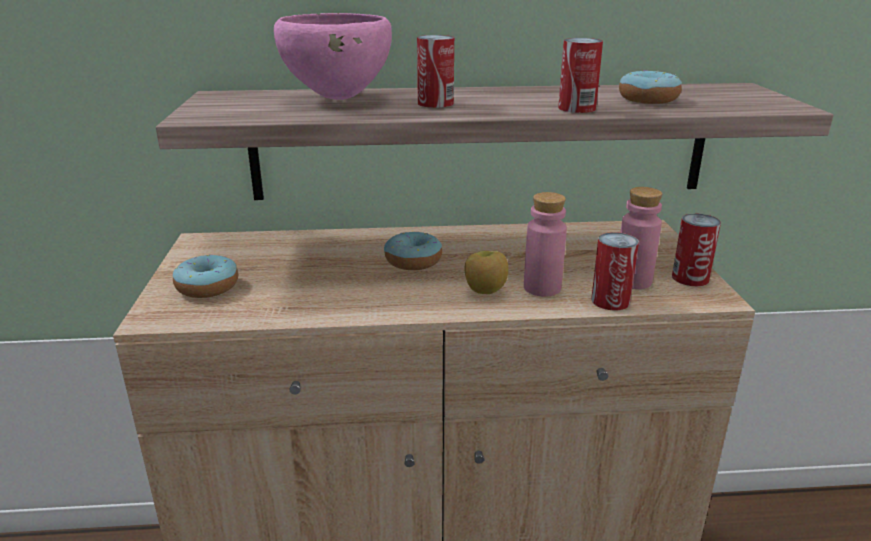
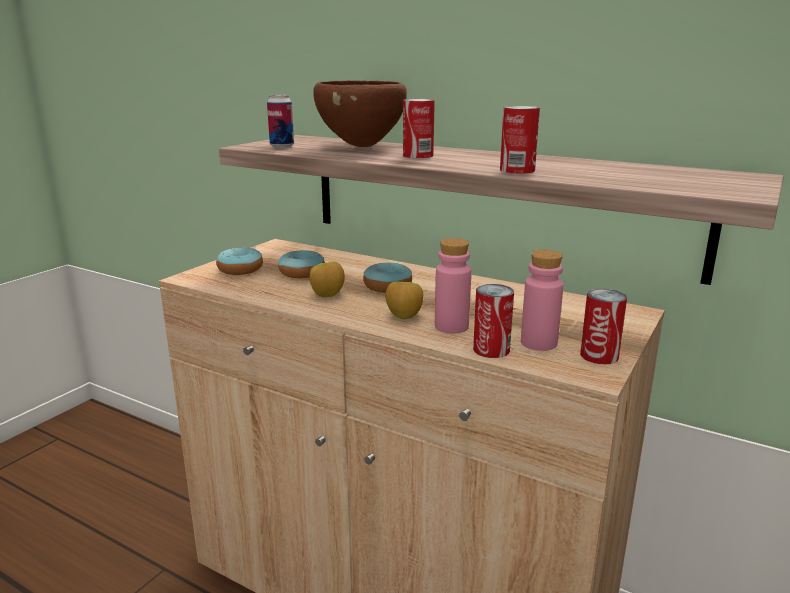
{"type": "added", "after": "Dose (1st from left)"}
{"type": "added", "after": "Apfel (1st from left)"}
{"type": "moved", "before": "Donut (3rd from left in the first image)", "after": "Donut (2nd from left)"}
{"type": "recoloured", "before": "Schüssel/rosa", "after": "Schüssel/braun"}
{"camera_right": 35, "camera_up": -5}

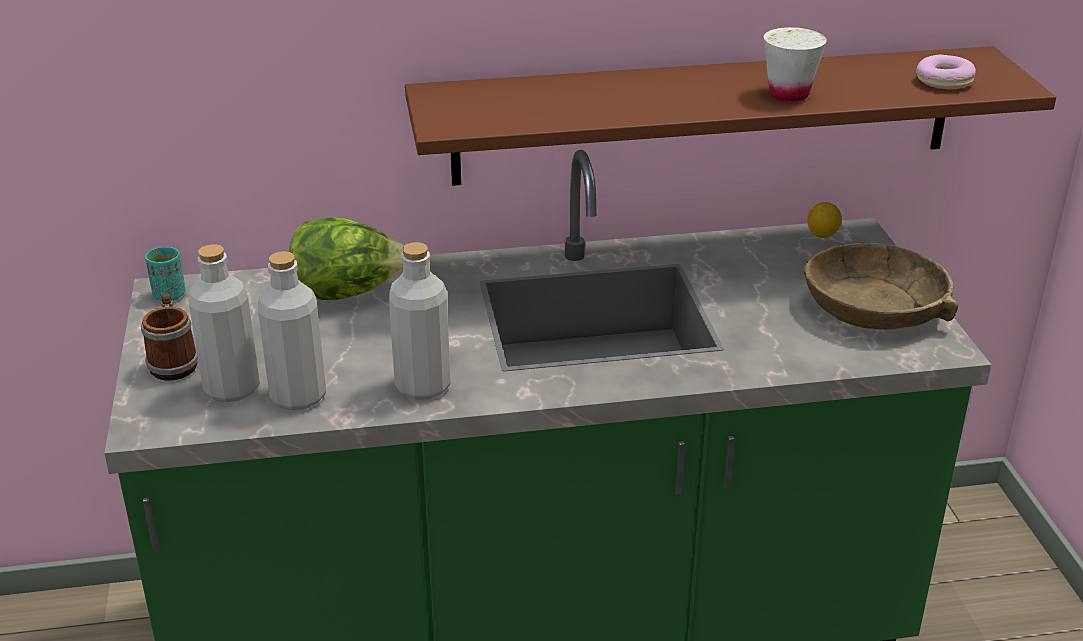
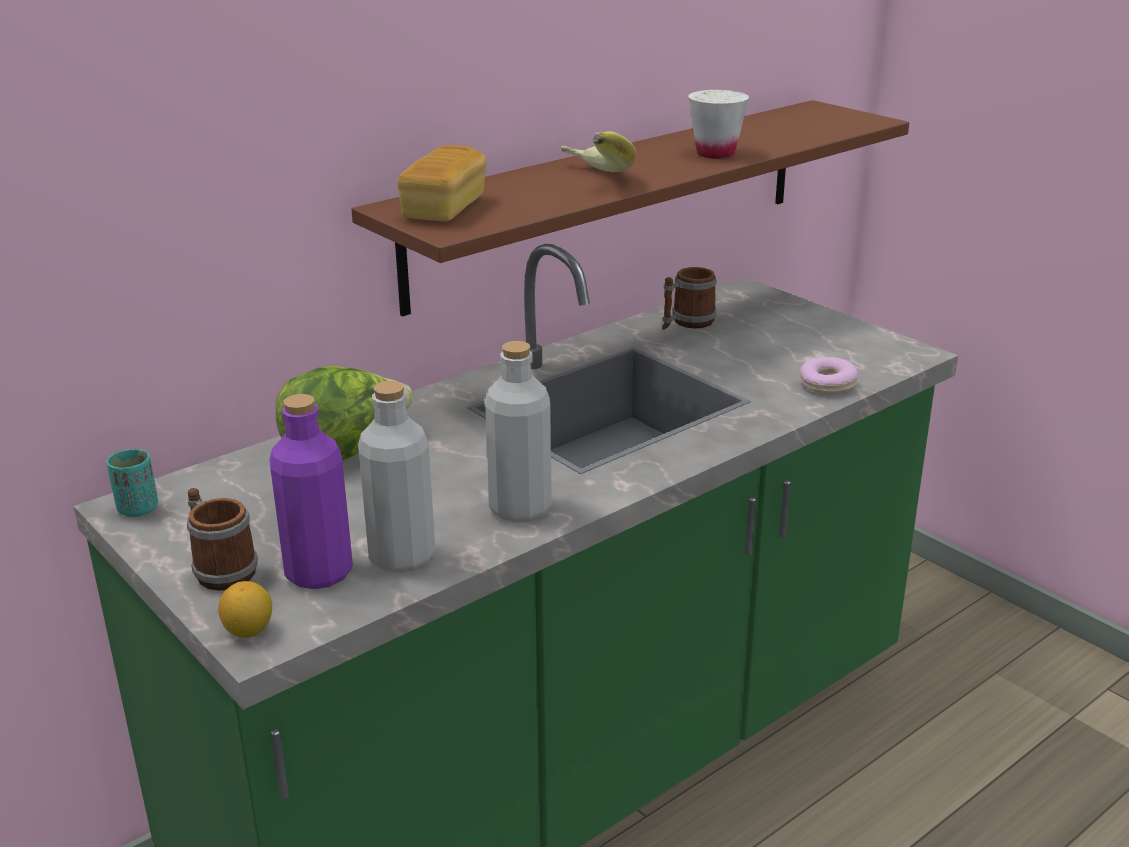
{"type": "removed", "before": "Schüssel/braun"}
{"type": "added", "after": "Brot"}
{"type": "added", "after": "Banane"}
{"type": "added", "after": "Henkelbecher (2nd from left)"}
{"type": "moved", "before": "Zitrone"}
{"type": "moved", "before": "Donut"}
{"type": "recoloured", "before": "Flasche/grau (1st from left)", "after": "Flasche/lila"}
{"camera_right": -30, "camera_up": -5}

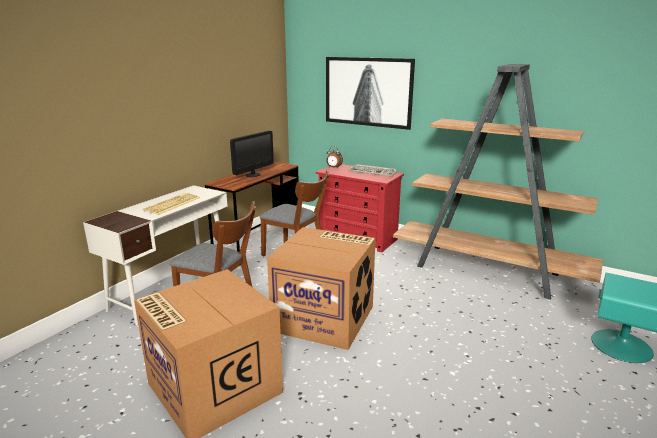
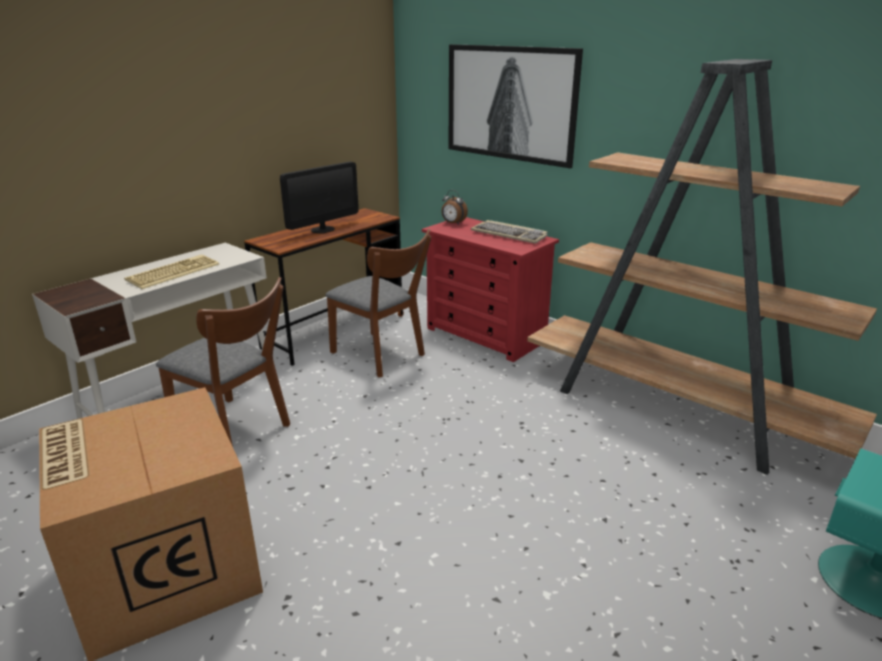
{"type": "removed", "before": "Karton (2nd from left)"}
{"camera_right": 10, "camera_up": 5}

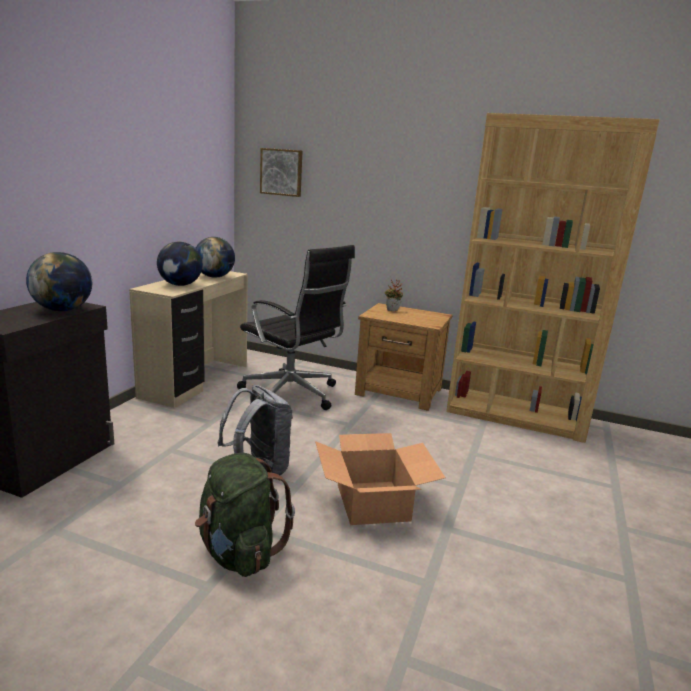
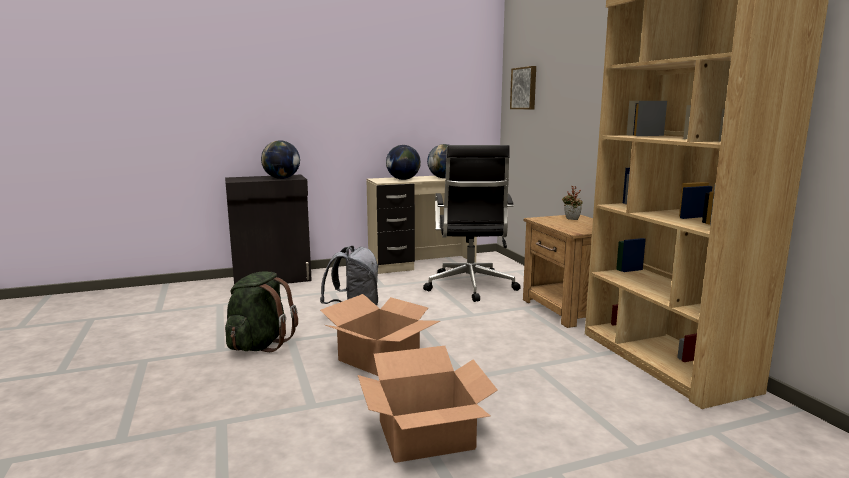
{"type": "added", "after": "Karton (2nd from left)"}
{"camera_right": 50, "camera_up": -5}

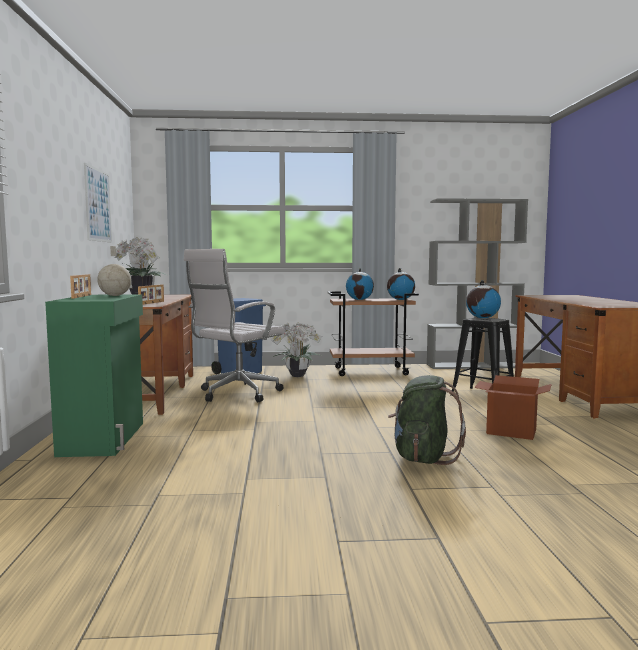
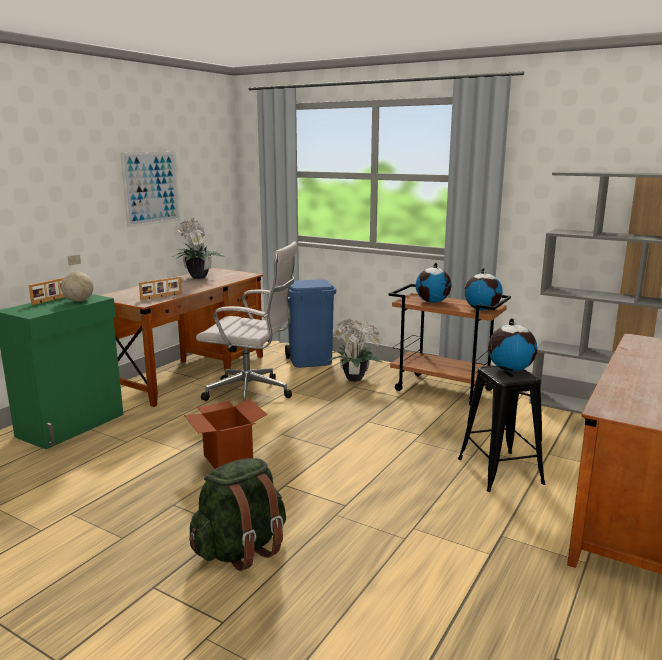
{"type": "moved", "before": "Karton"}
{"type": "turned", "before": "Bürostuhl/weiß", "turn": -150}
{"camera_right": 35, "camera_up": 10}

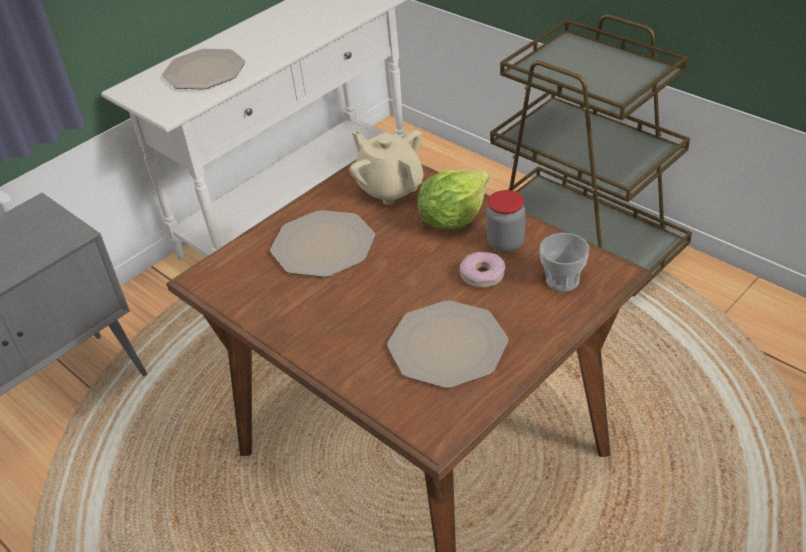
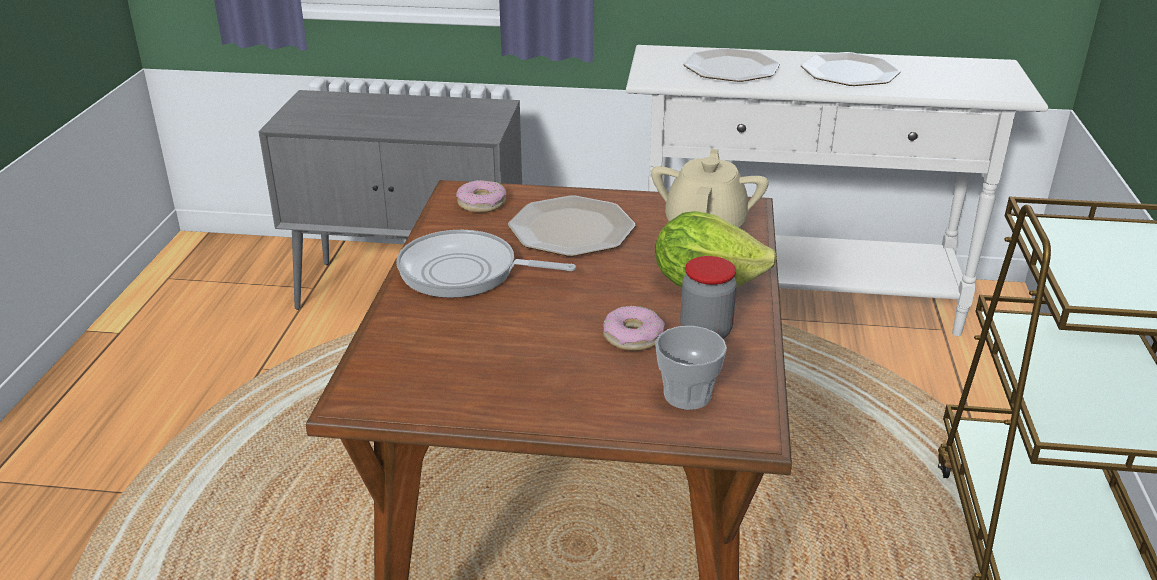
{"type": "added", "after": "Pfanne"}
{"type": "added", "after": "Donut (1st from left)"}
{"type": "moved", "before": "Teller (3rd from left)"}
{"camera_right": 50, "camera_up": -10}

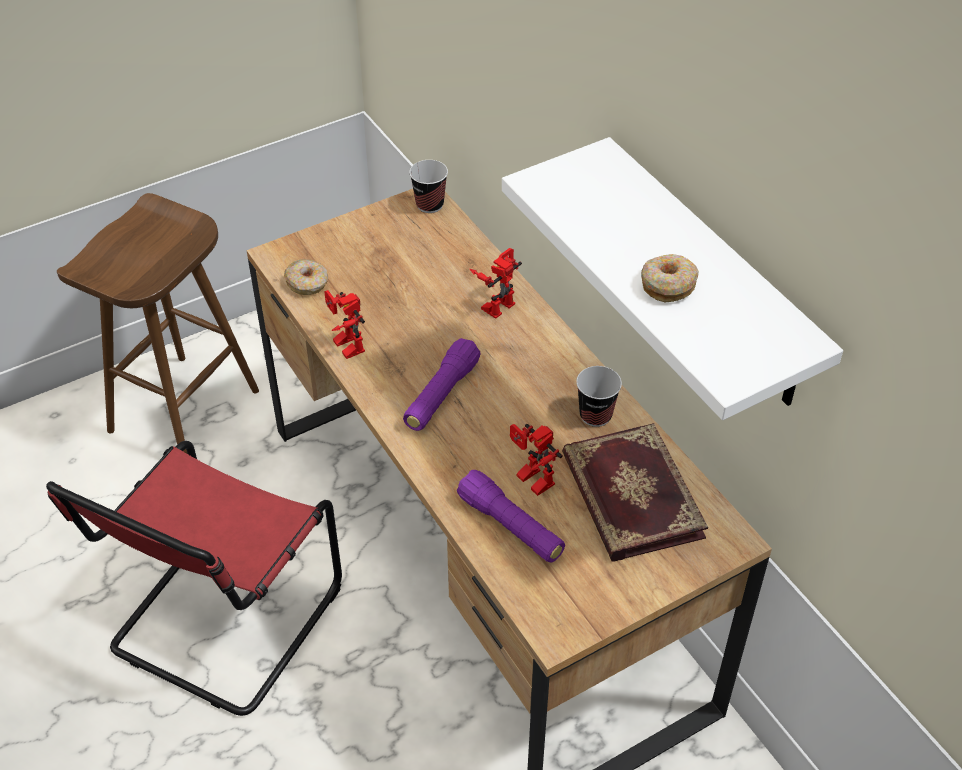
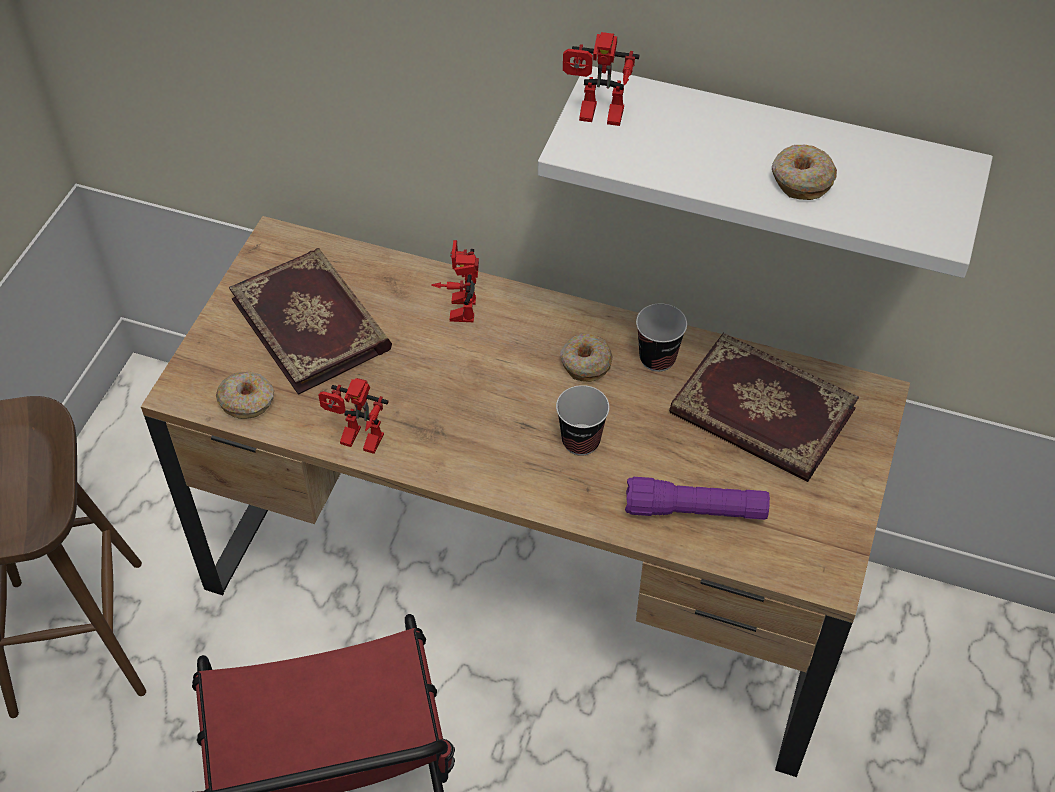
{"type": "removed", "before": "Taschenlampe/lila (1st from left)"}
{"type": "added", "after": "Buch (1st from left)"}
{"type": "added", "after": "Donut (2nd from left)"}
{"type": "moved", "before": "Tasse (1st from left)"}
{"type": "moved", "before": "Spielzeugroboter (3rd from left)"}
{"camera_right": -40, "camera_up": 5}

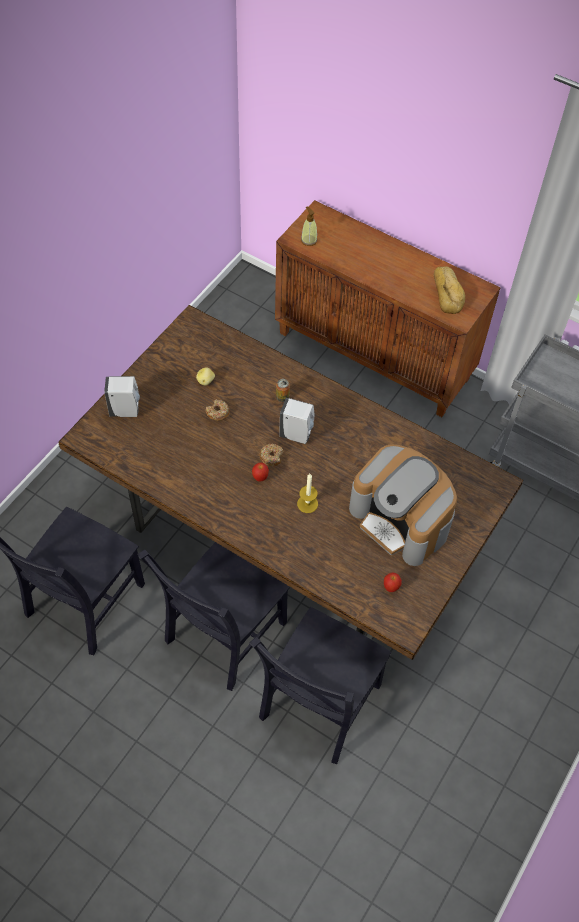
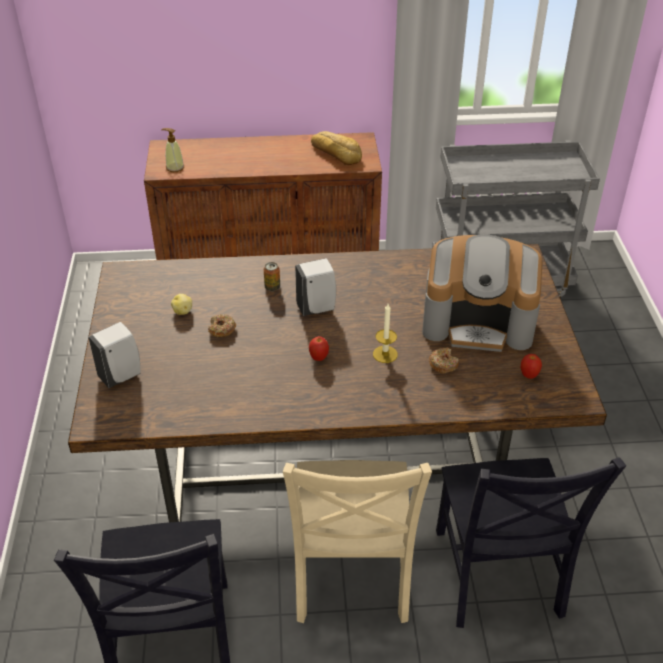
{"type": "moved", "before": "Donut (2nd from left)"}
{"type": "recoloured", "before": "Stuhl/schwarz (2nd from left)", "after": "Stuhl/beige"}
{"camera_right": -35, "camera_up": -15}

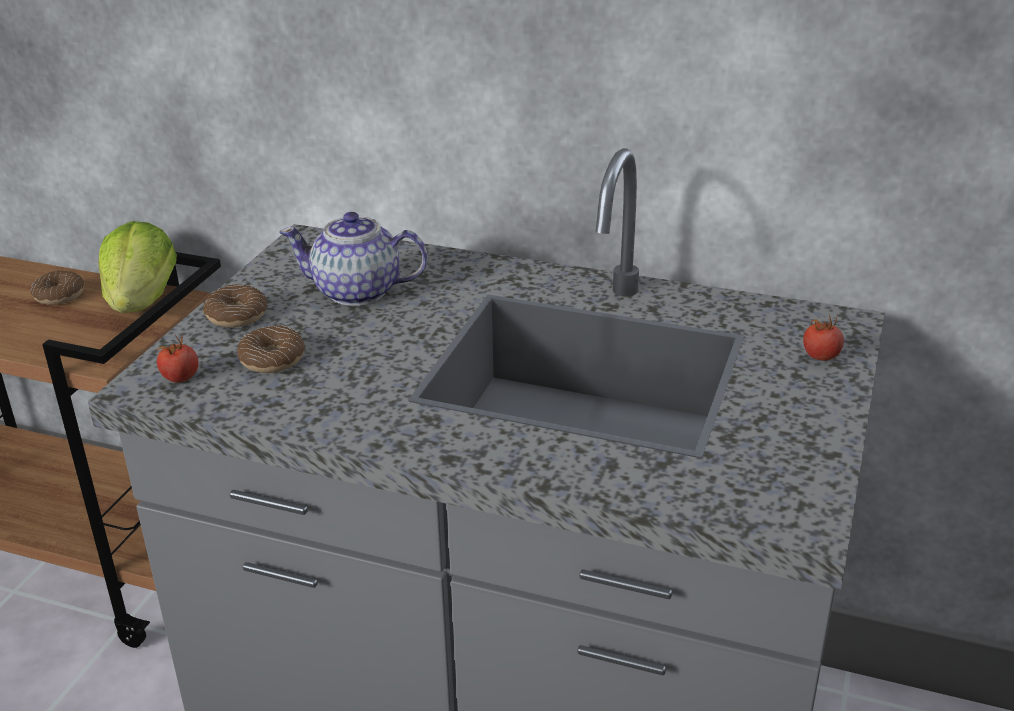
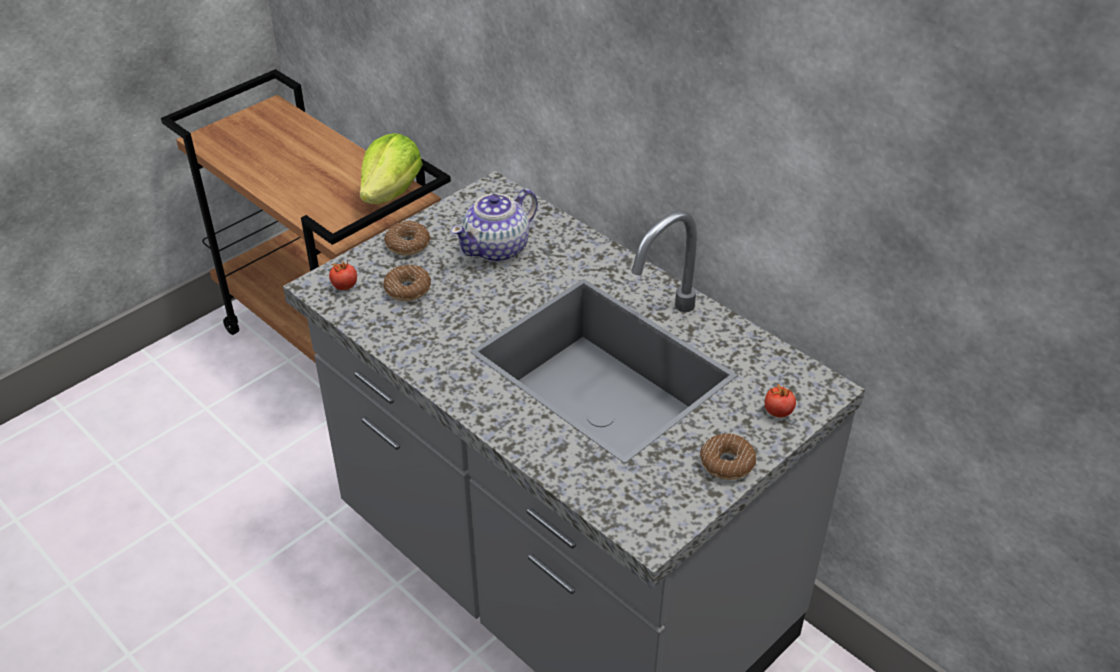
{"type": "moved", "before": "Donut (1st from left in the first image)", "after": "Donut (3rd from left)"}
{"type": "turned", "before": "Teekanne", "turn": -75}
{"camera_right": 25, "camera_up": 10}

